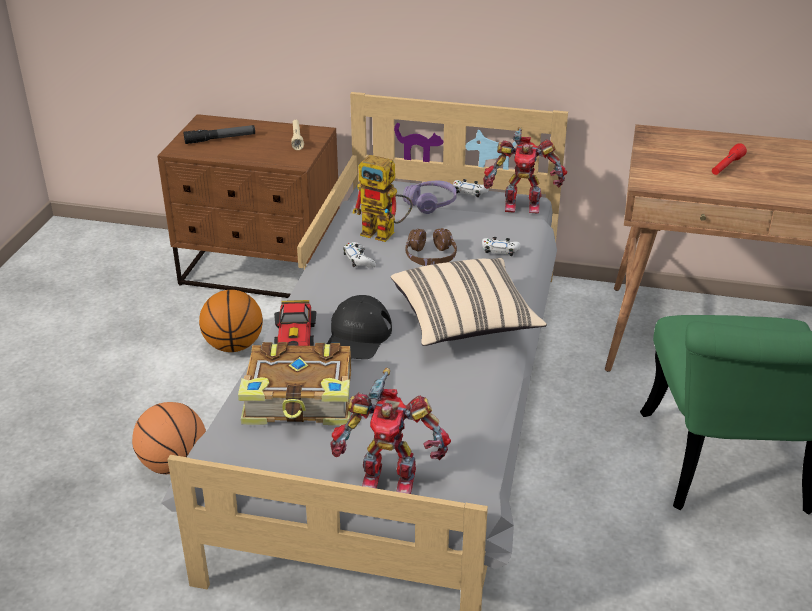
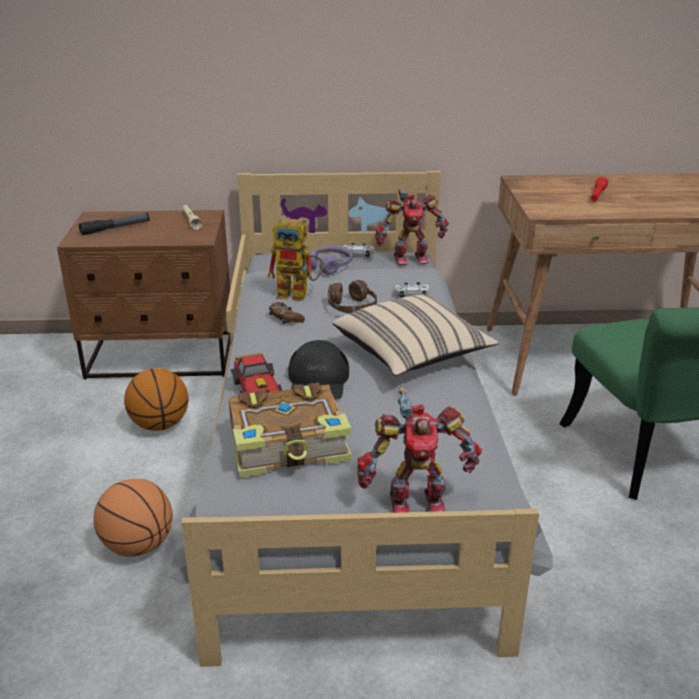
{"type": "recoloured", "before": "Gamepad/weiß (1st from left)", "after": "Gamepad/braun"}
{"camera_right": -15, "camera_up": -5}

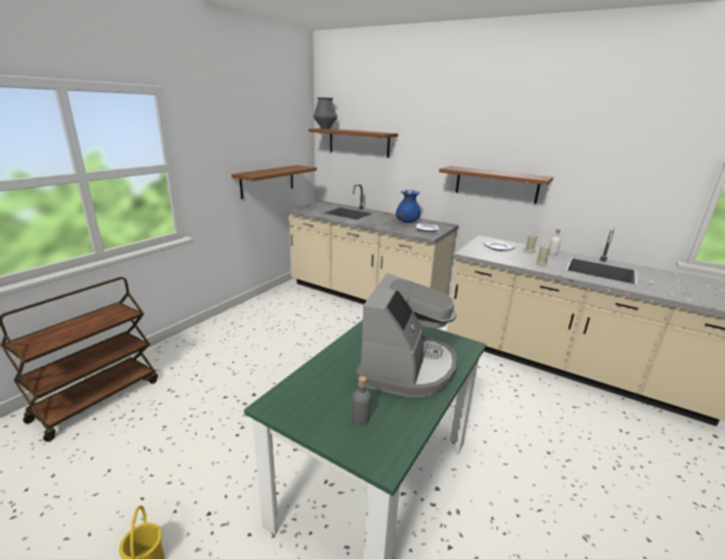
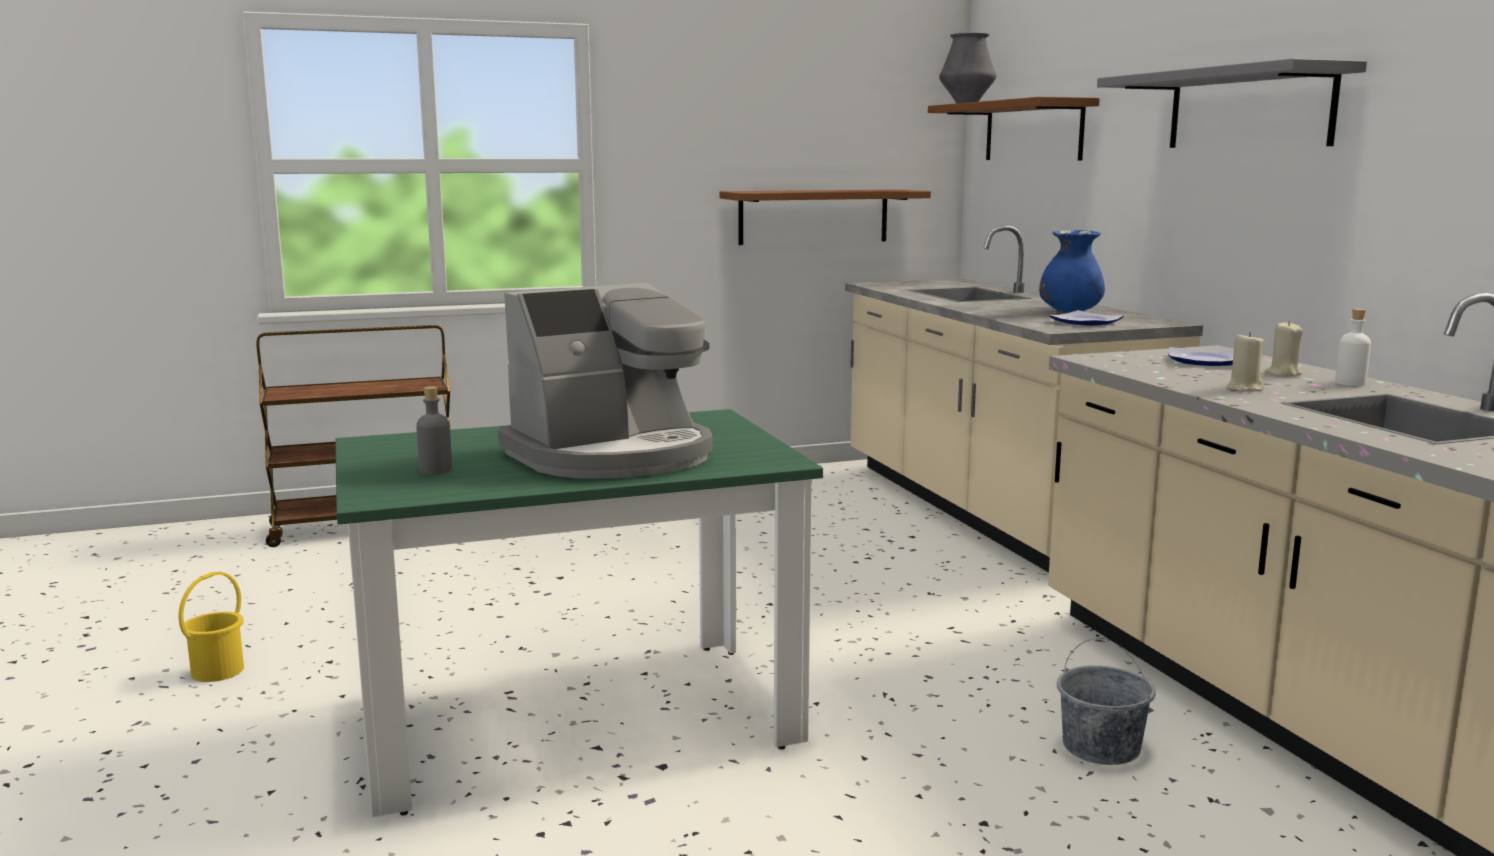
{"type": "removed", "before": "Wandregal/braun (3rd from left)"}
{"type": "added", "after": "Eimer/grau"}
{"type": "added", "after": "Wandregal/grau"}
{"camera_right": 40, "camera_up": -10}

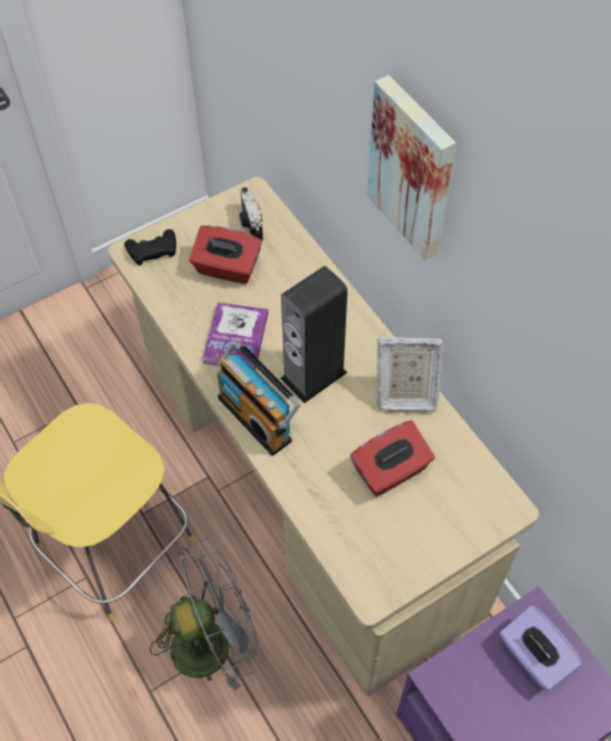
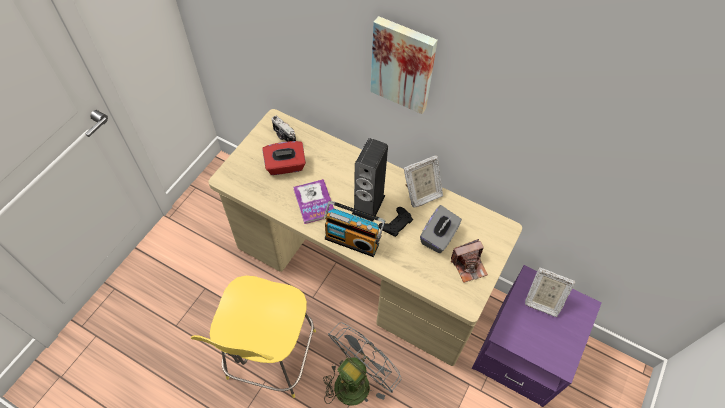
{"type": "added", "after": "Kamera (2nd from left)"}
{"type": "moved", "before": "Gamepad/schwarz"}
{"type": "replaced", "before": "Taschentuchbox/lila", "after": "Bilderrahmen (2nd from left)"}
{"type": "recoloured", "before": "Taschentuchbox/rot (2nd from left)", "after": "Taschentuchbox/grau"}
{"camera_right": -30, "camera_up": 0}

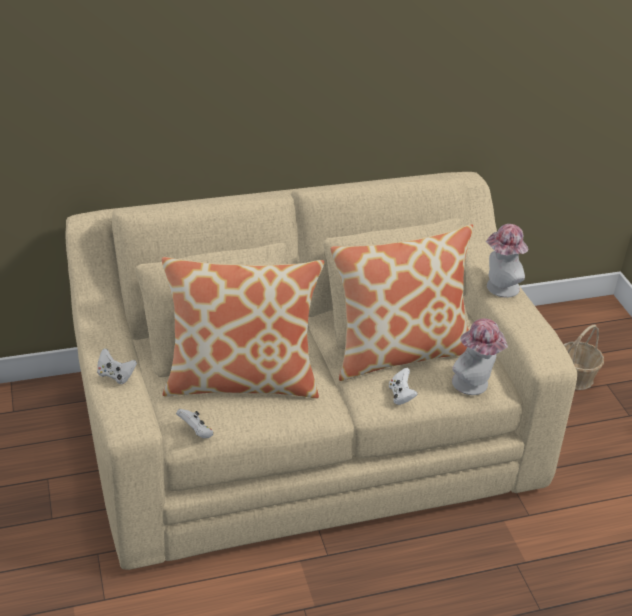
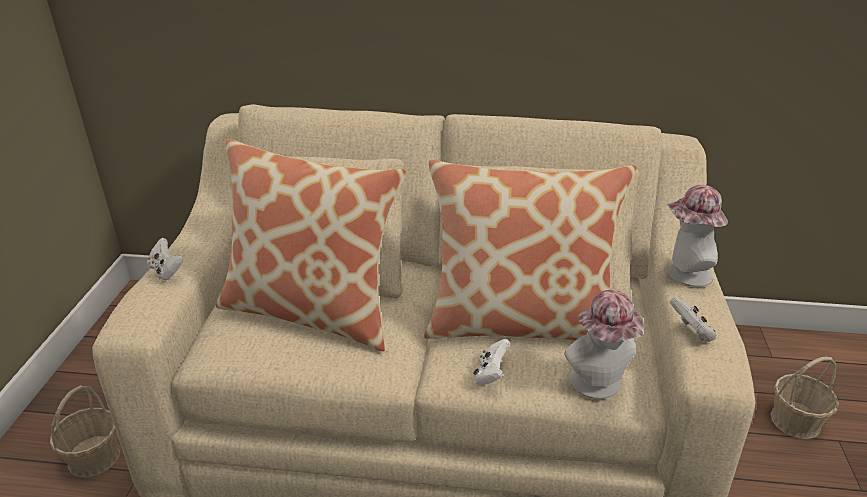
{"type": "added", "after": "Korb (1st from left)"}
{"type": "moved", "before": "Gamepad/weiß (2nd from left in the first image)", "after": "Gamepad/weiß (3rd from left)"}
{"camera_right": 25, "camera_up": -5}

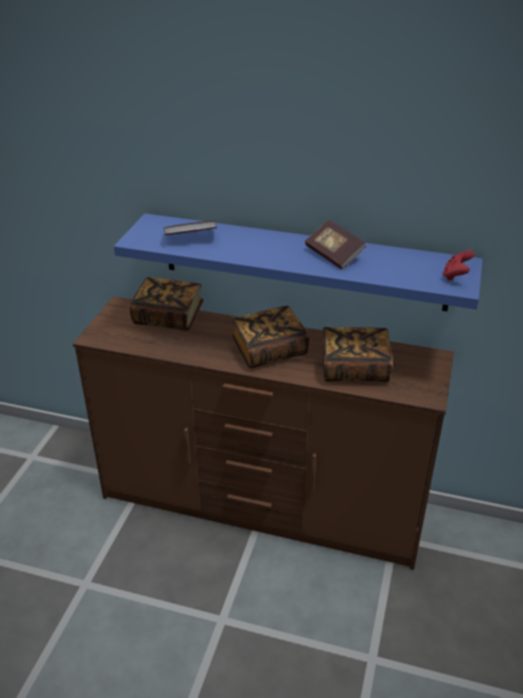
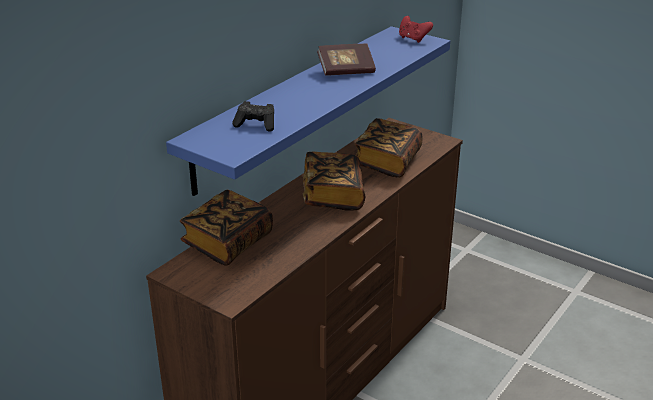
{"type": "replaced", "before": "Buch (2nd from left)", "after": "Gamepad/schwarz"}
{"camera_right": -70, "camera_up": -5}

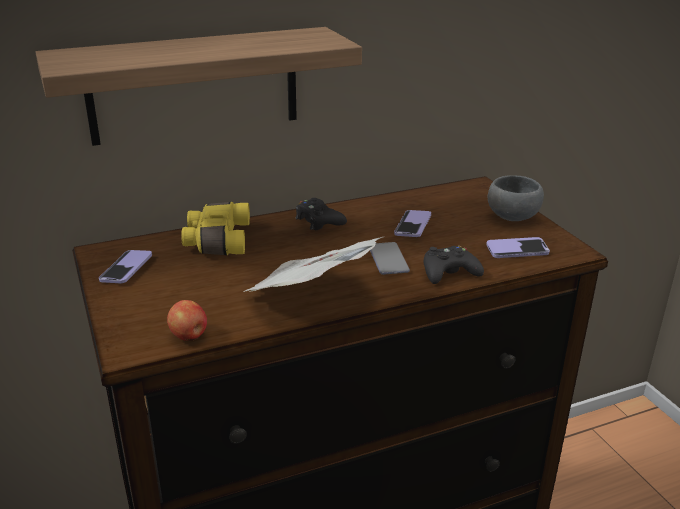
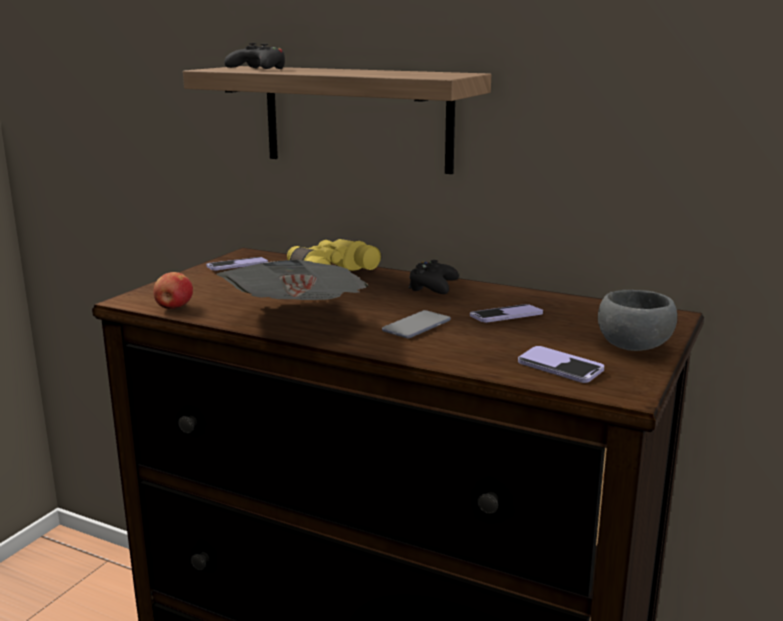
{"type": "moved", "before": "Gamepad/schwarz (2nd from left in the first image)", "after": "Gamepad/schwarz (1st from left)"}
{"camera_right": 50, "camera_up": -10}

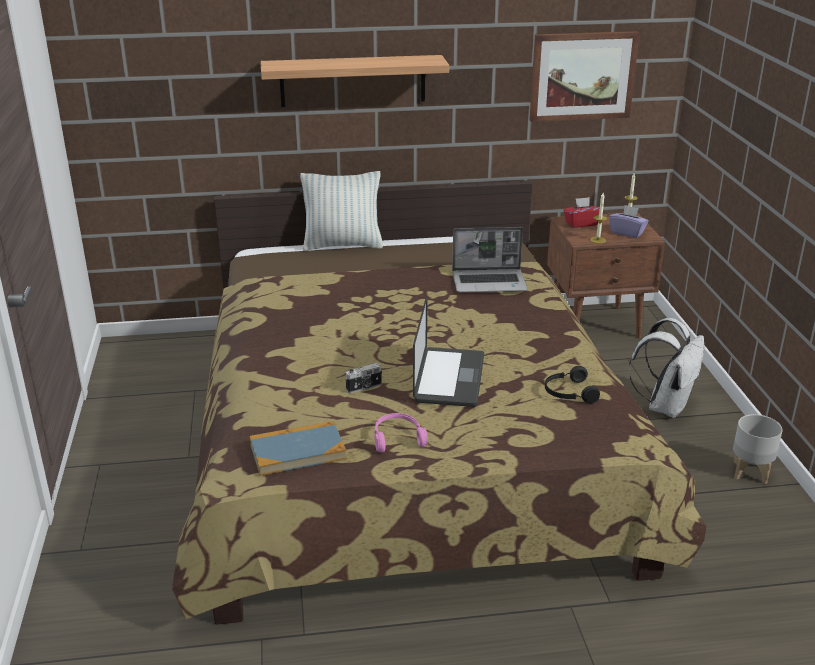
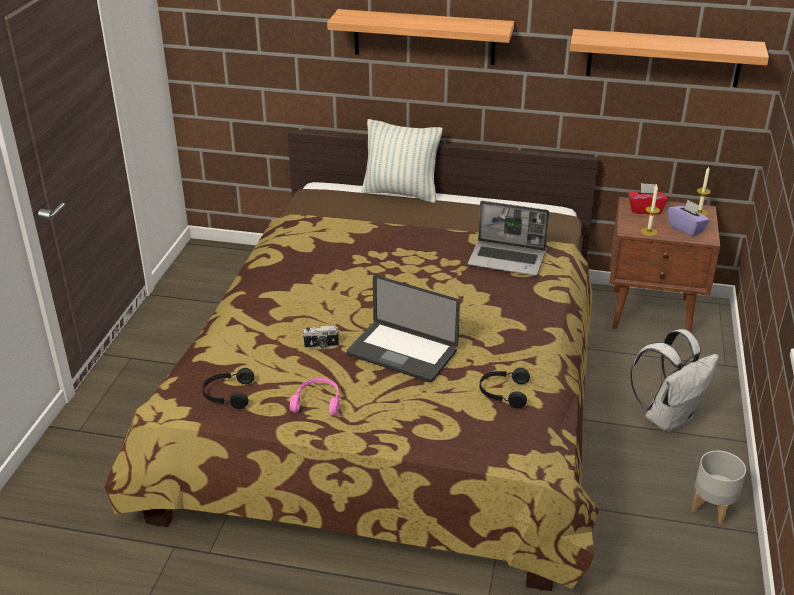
{"type": "replaced", "before": "Buch", "after": "Kopfhörer/schwarz (1st from left)"}
{"type": "replaced", "before": "Bild", "after": "Wandregal (2nd from left)"}
{"type": "turned", "before": "Laptop (1st from left)", "turn": 90}
{"camera_right": 20, "camera_up": 5}

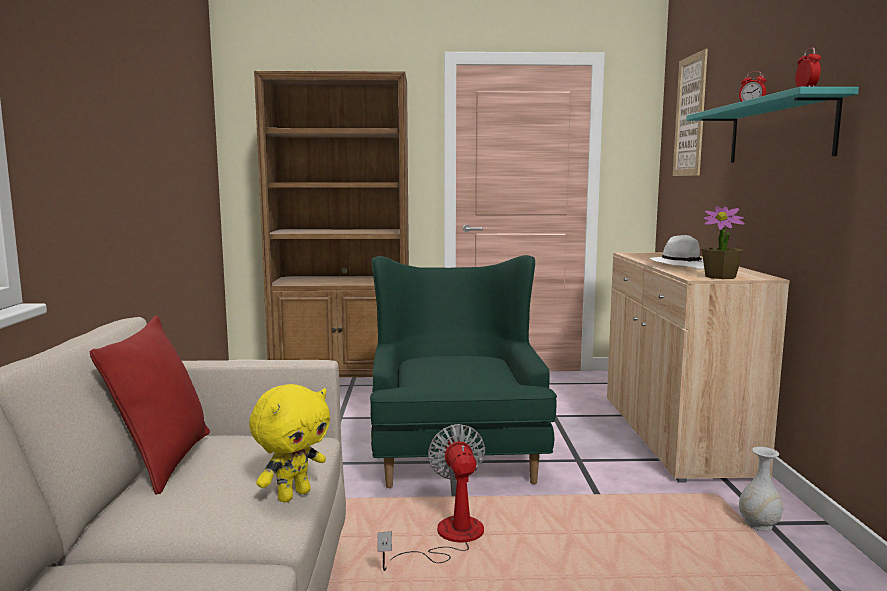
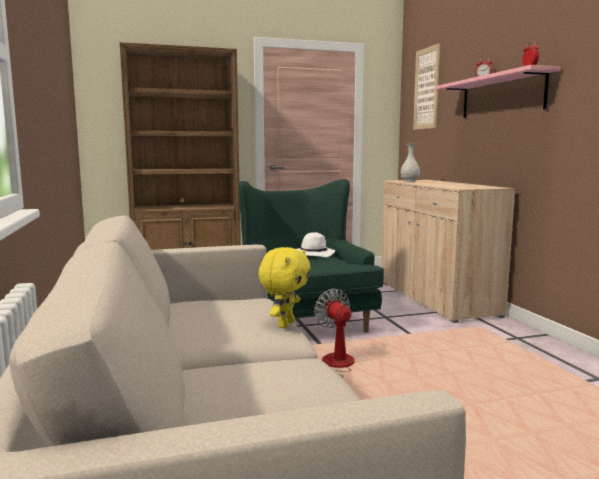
{"type": "removed", "before": "Kissen/rot"}
{"type": "removed", "before": "Topfpflanze"}
{"type": "moved", "before": "Hut/weiß"}
{"type": "moved", "before": "Vase/weiß"}
{"type": "recoloured", "before": "Wandregal/türkis", "after": "Wandregal/rosa"}
{"camera_right": -15, "camera_up": 0}

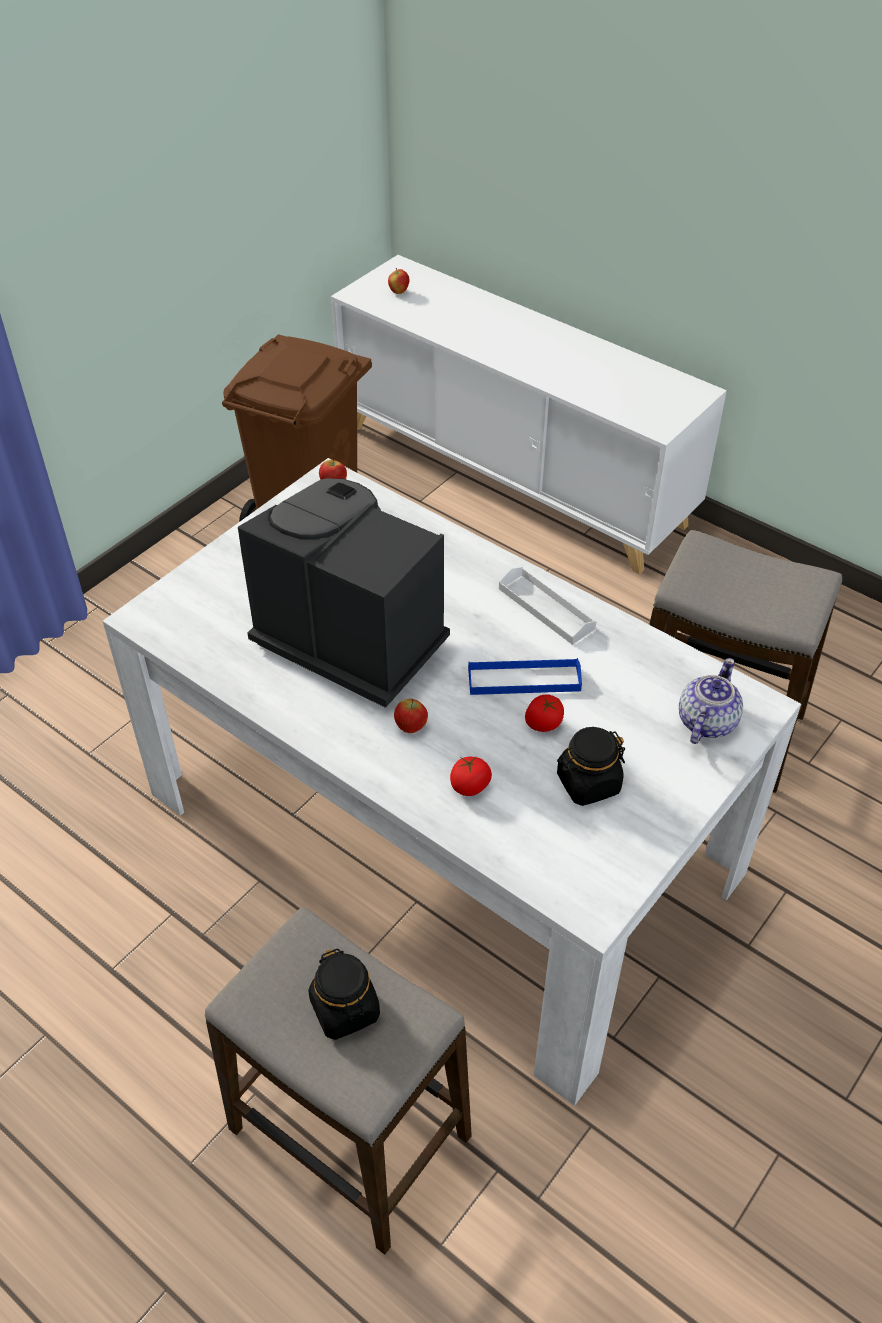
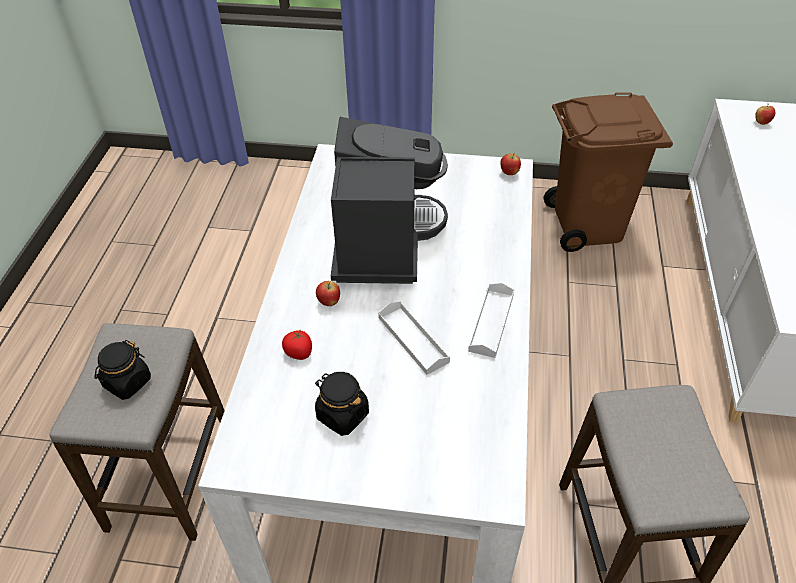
{"type": "removed", "before": "Tomate (2nd from left)"}
{"type": "removed", "before": "Teekanne"}
{"type": "recoloured", "before": "Tablett/blau", "after": "Tablett/weiß (1st from left)"}
{"camera_right": 60, "camera_up": 0}

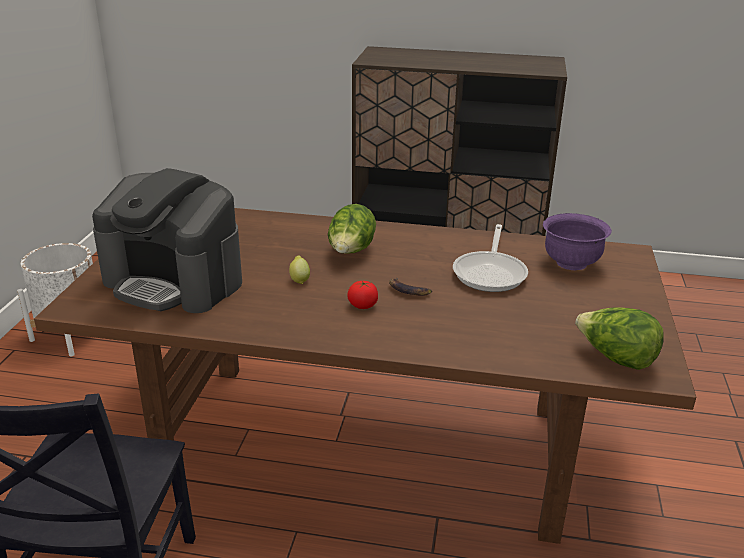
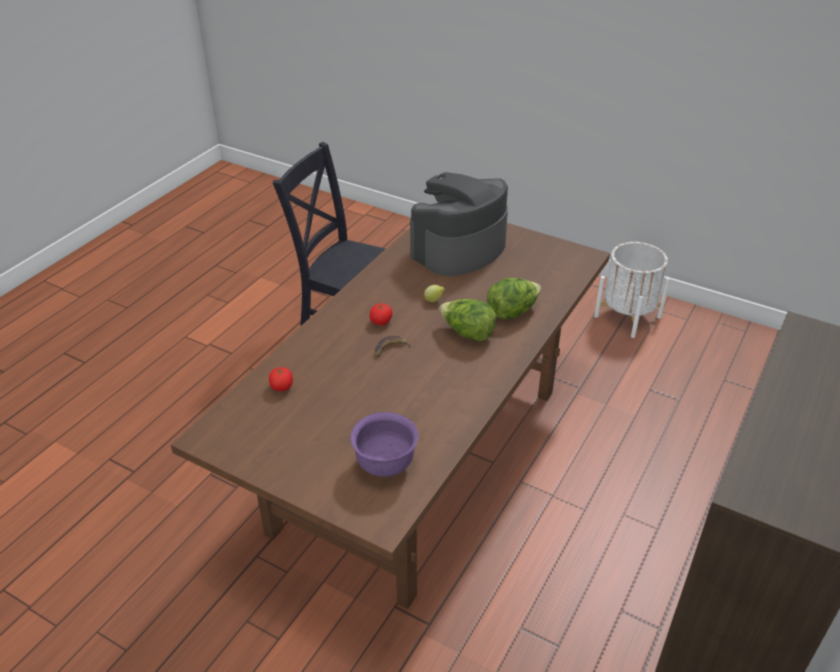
{"type": "removed", "before": "Pfanne"}
{"type": "added", "after": "Tomate (1st from left)"}
{"type": "moved", "before": "Salatkopf (2nd from left)"}
{"camera_right": 110, "camera_up": 10}

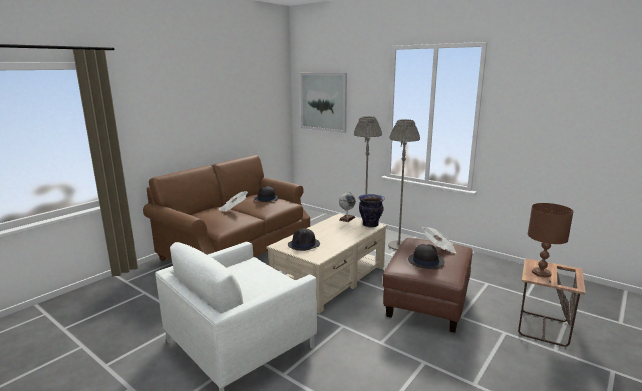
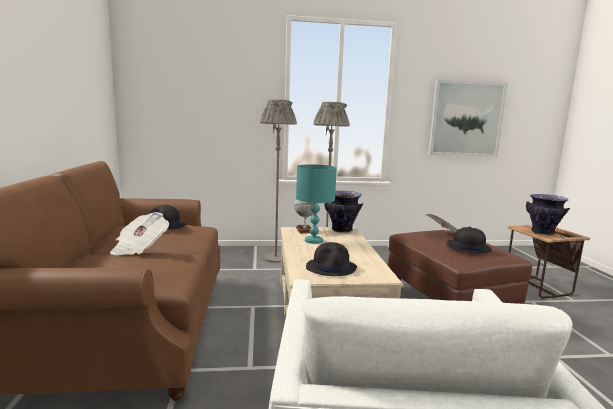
{"type": "added", "after": "Tischlampe/türkis"}
{"type": "moved", "before": "Bild"}
{"type": "replaced", "before": "Tischlampe/braun", "after": "Vase (2nd from left)"}
{"camera_right": -45, "camera_up": -5}

